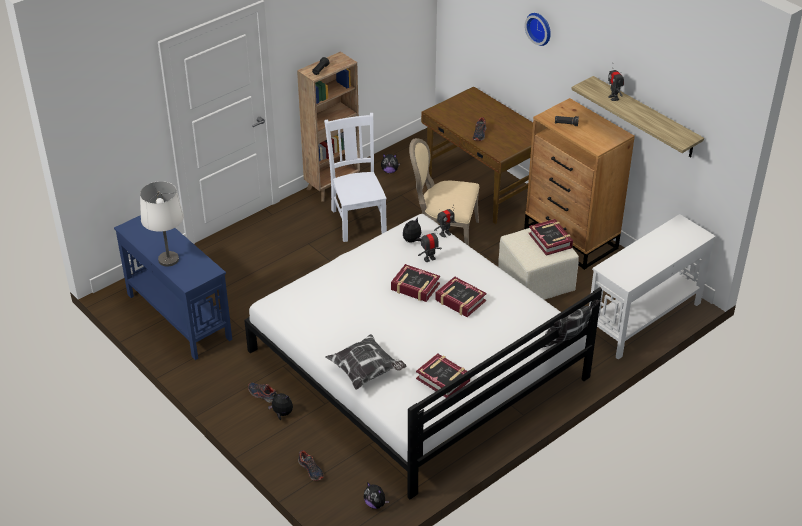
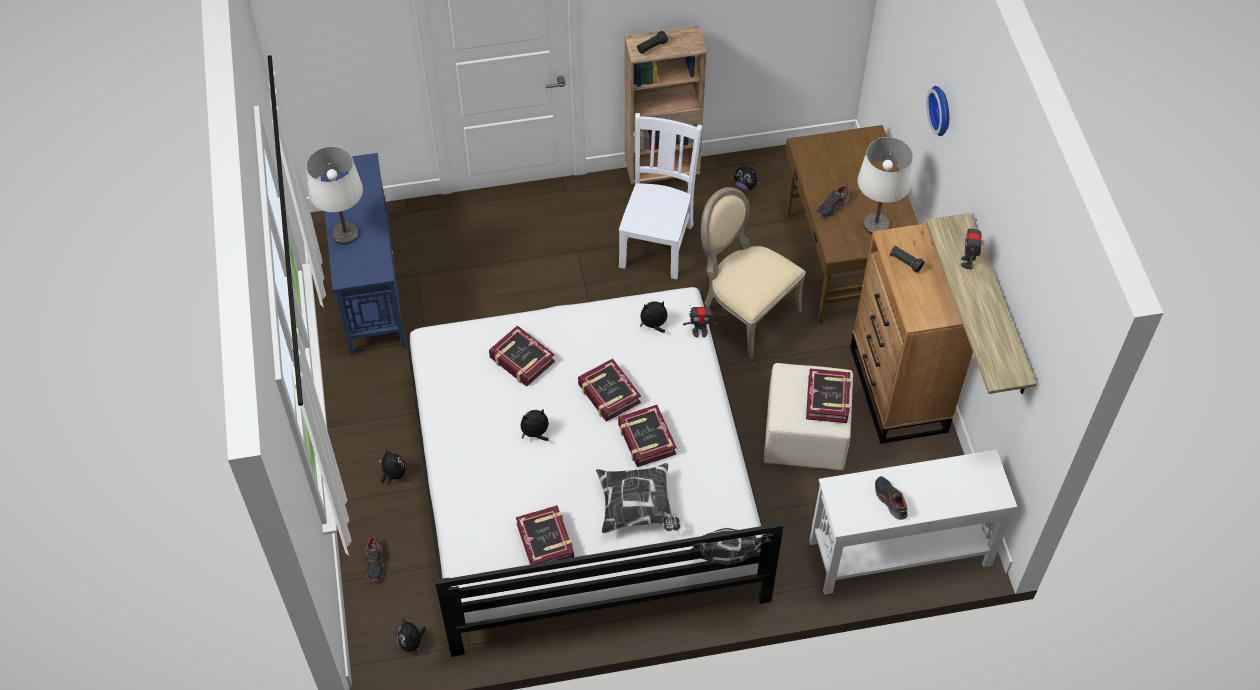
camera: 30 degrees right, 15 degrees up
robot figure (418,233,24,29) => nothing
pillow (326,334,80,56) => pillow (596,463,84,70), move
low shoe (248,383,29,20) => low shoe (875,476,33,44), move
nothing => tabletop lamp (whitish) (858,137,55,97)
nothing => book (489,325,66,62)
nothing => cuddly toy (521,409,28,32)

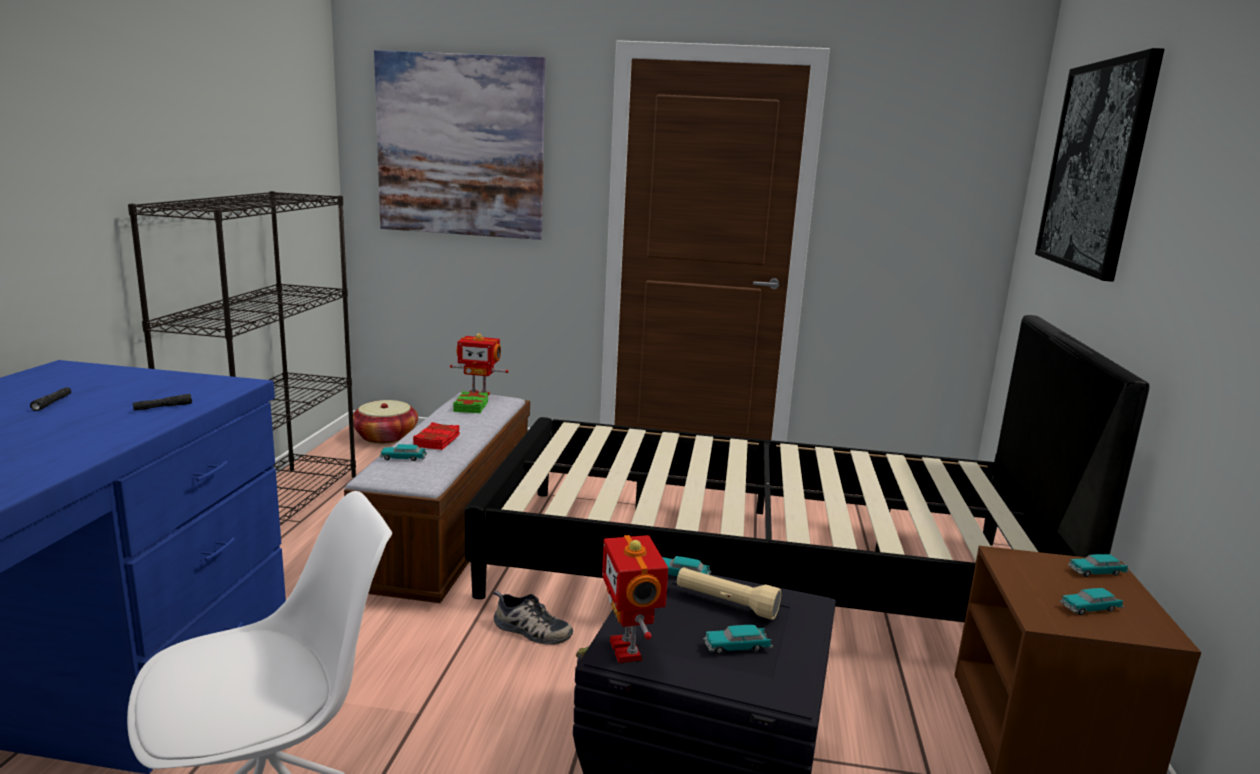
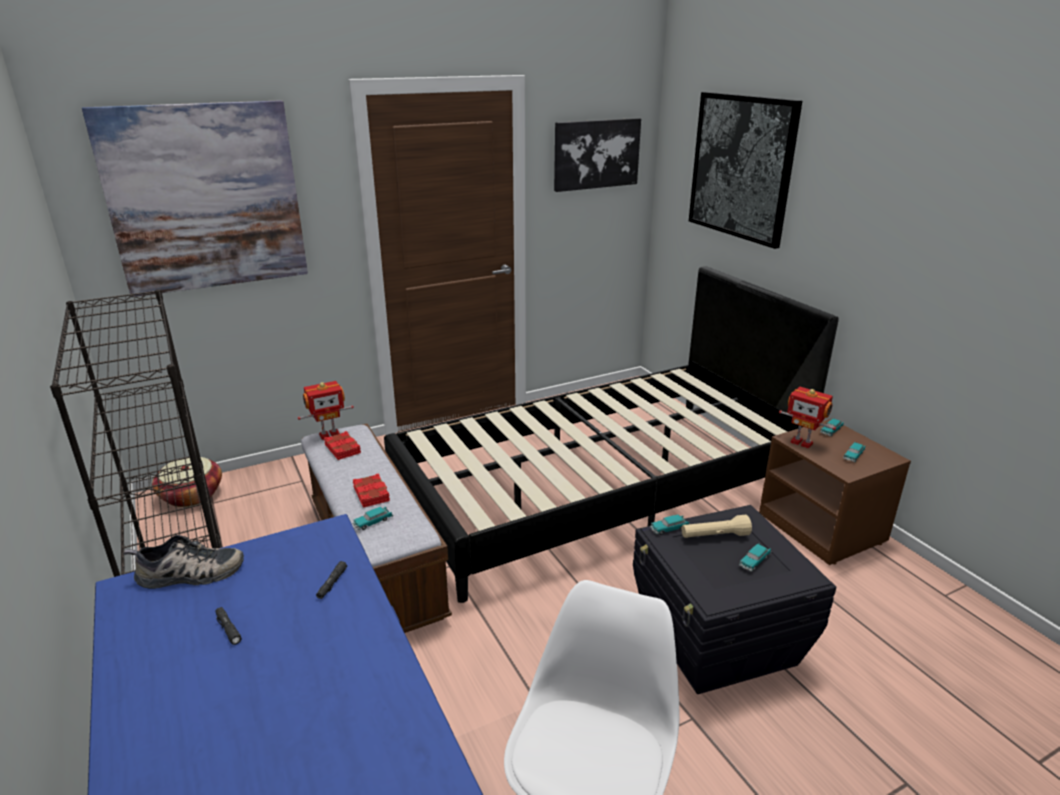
camera: 35 degrees left, 10 degrees up
book (greenish) (453,391,36,22) => book (red-coloured) (324,431,37,29)
robot figure (602,535,66,128) => robot figure (779,387,57,62), move
low shoe (493,591,80,54) => low shoe (123,535,121,54), move
nothing => picture (554,118,87,74)

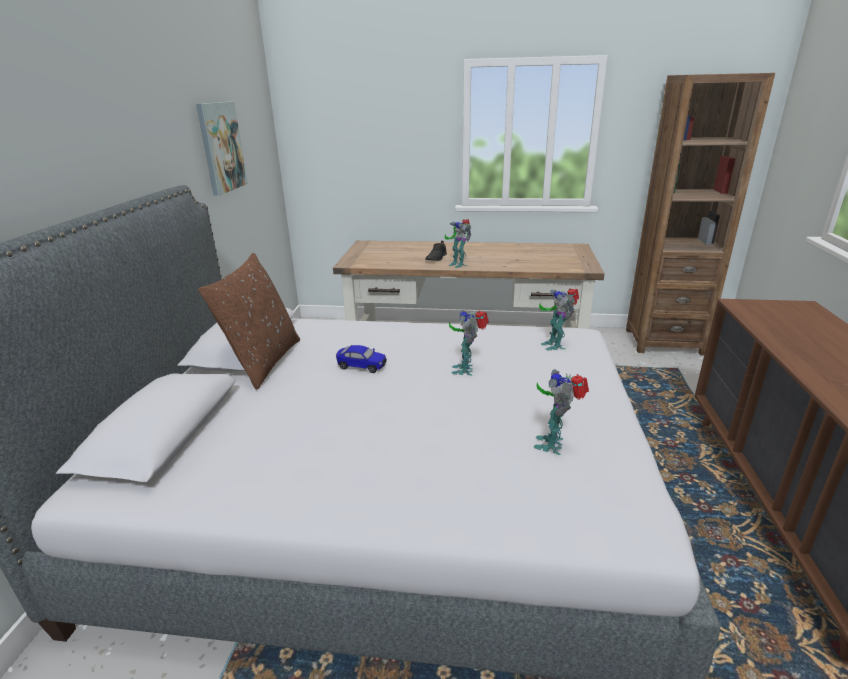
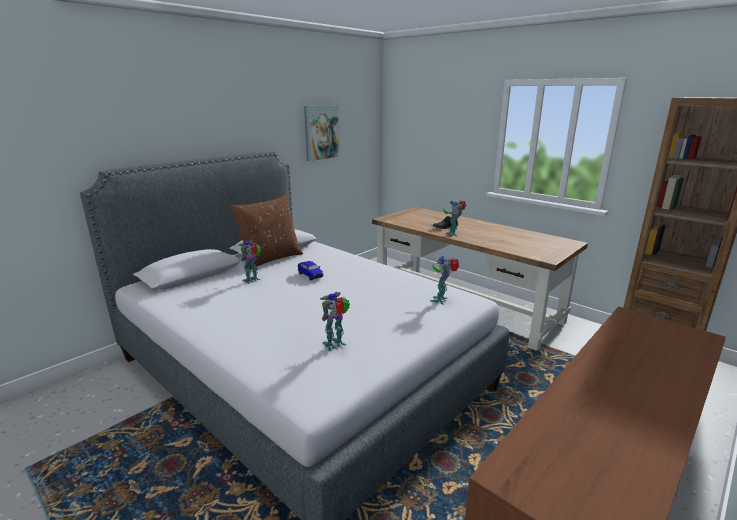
camera: 35 degrees right, 5 degrees down
robot figure (449,310,40,66) => robot figure (238,240,23,44), move

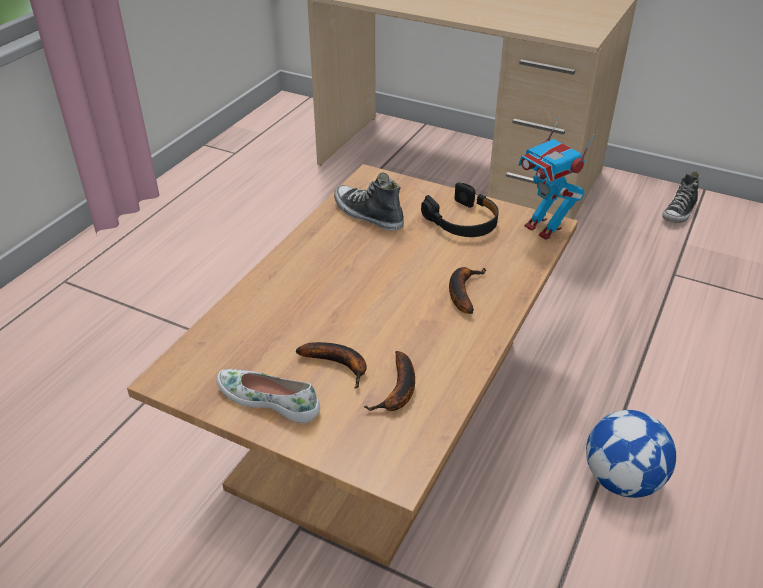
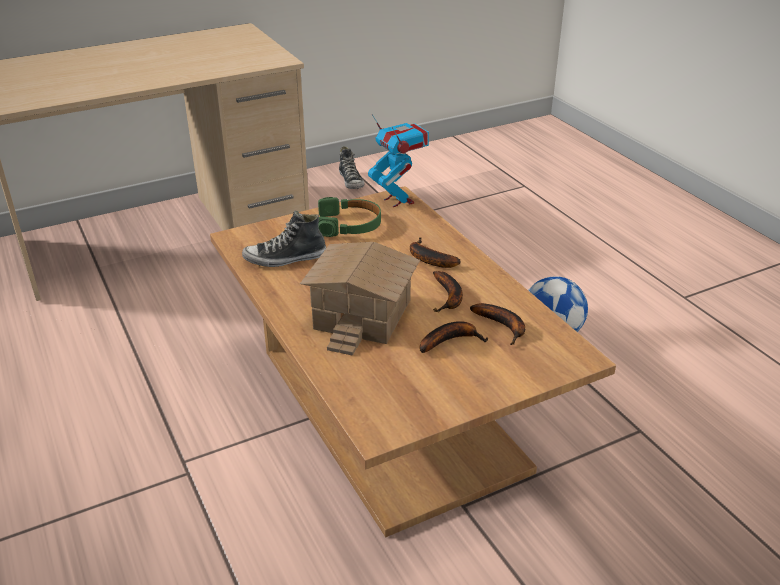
camera: 55 degrees left, 5 degrees down
robot figure (519,117,75,123) => robot figure (368,114,61,93), 120 degrees counterclockwise
pair of headphones (blackish) (421,182,78,55) => pair of headphones (greenish) (318,197,63,40)
low shoe (whitish) (216,369,104,54) => nothing
nothing => model house (300,242,120,114)
nothing => whole banana (433,271,30,41)

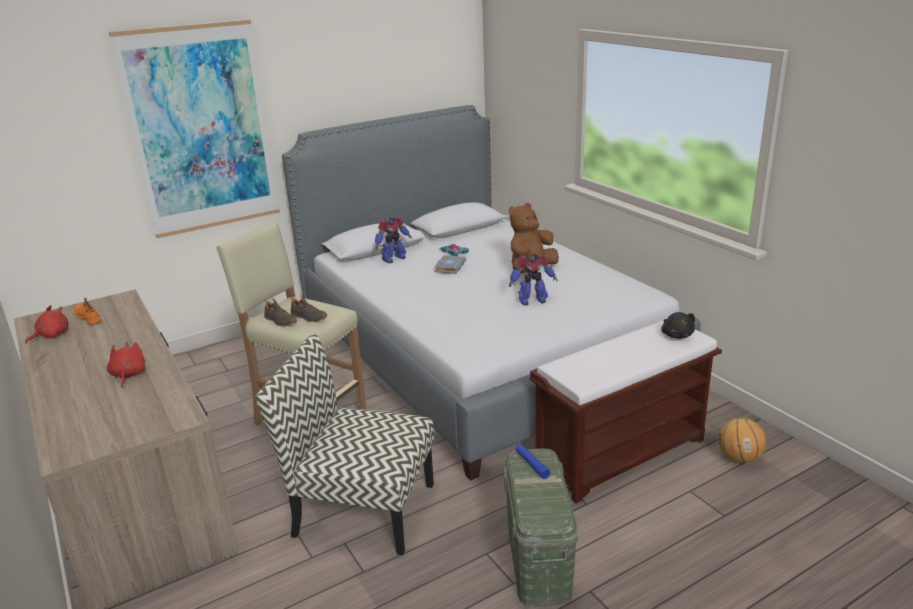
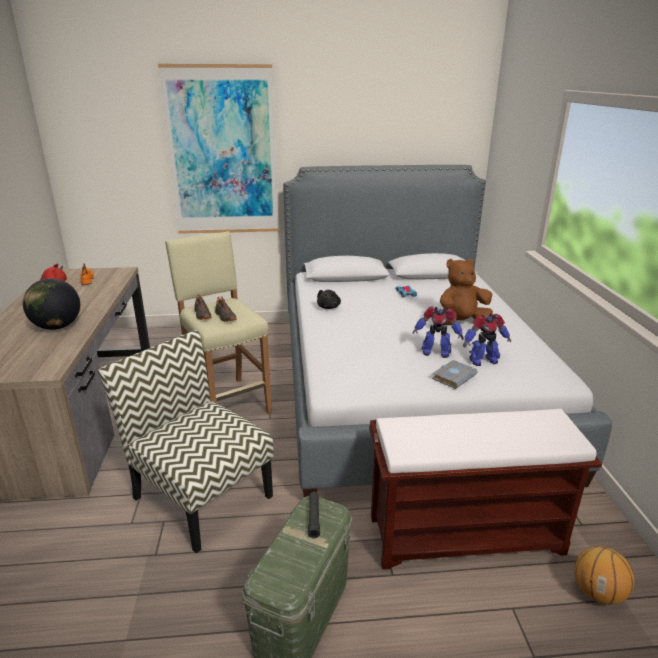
camera: 25 degrees right, 0 degrees up
robot figure (375,217,37,46) => robot figure (463,314,48,52), move
book (gray) (434,255,32,19) => book (gray) (432,360,46,29), move
cuddly toy (blackish) (661,312,34,27) => cuddly toy (blackish) (317,290,24,19), move
cuddly toy (red-coloured) (107,341,38,46) => desk globe (23,278,57,52)
hand torch (bluish) (516,444,35,35) => hand torch (blackish) (308,492,12,46)

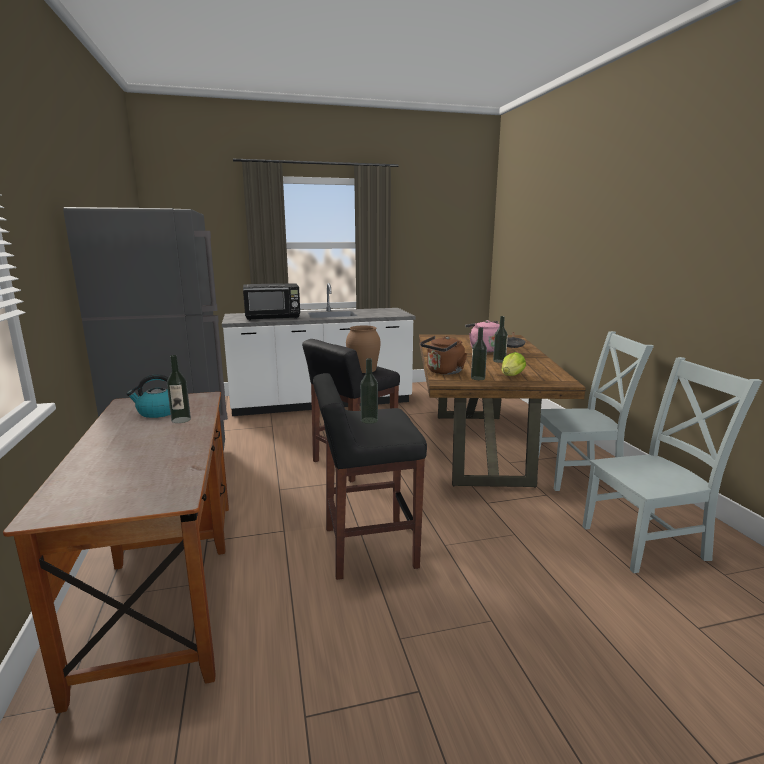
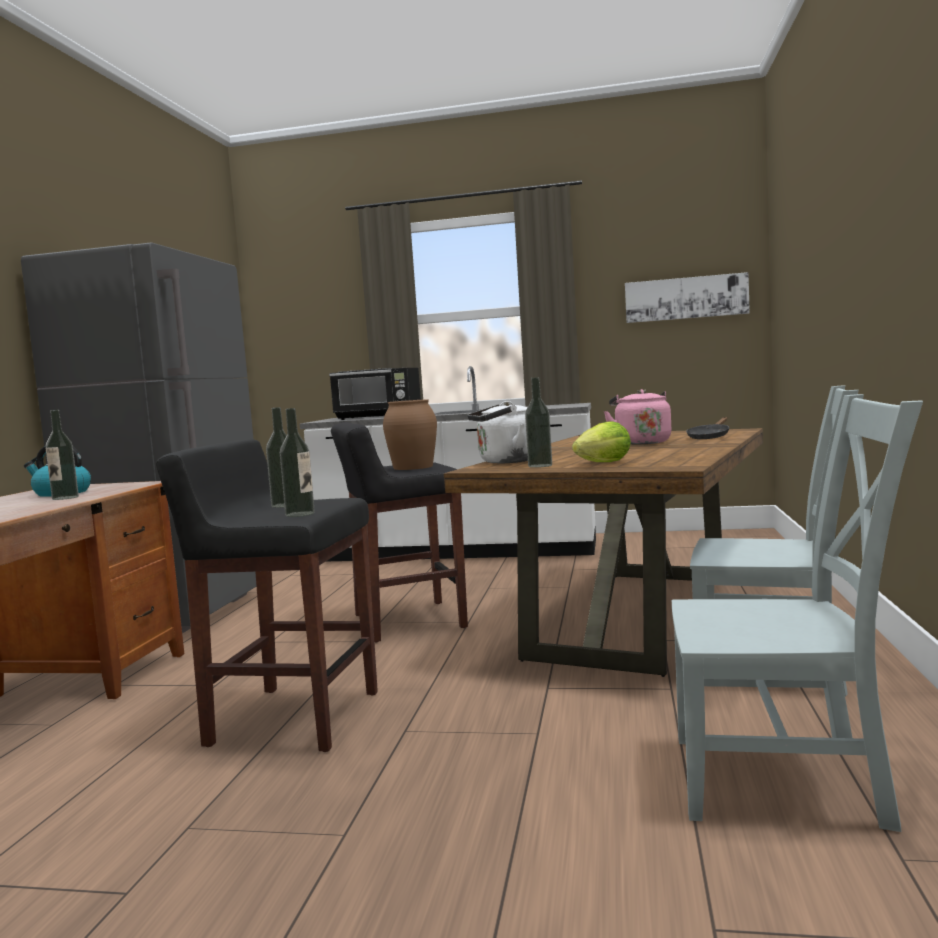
camera: 25 degrees right, 10 degrees down
beverage bottle (493,316,15,47) => beverage bottle (280,408,35,109), move
tea kettle (brown) (420,336,47,38) => tea kettle (whitish) (468,401,60,62)
nothing => picture (625,272,125,51)

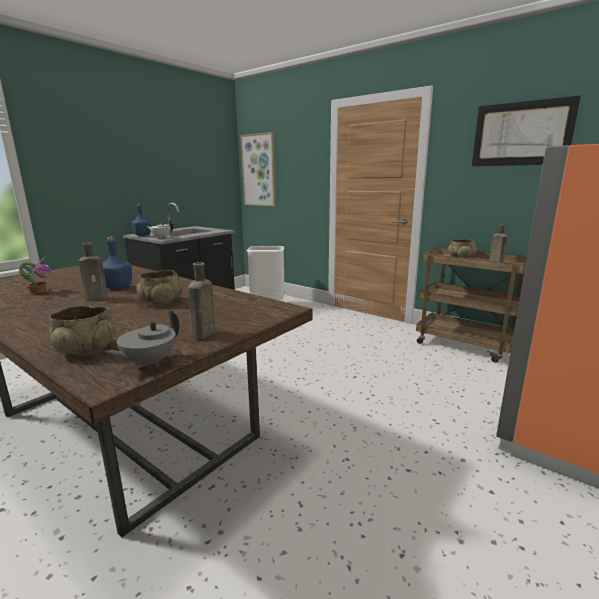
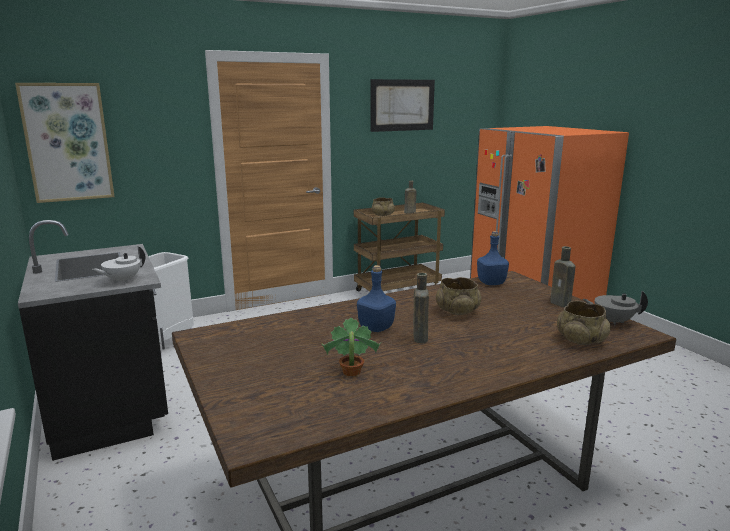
camera: 65 degrees left, 0 degrees up
beverage bottle (bluish) (131,203,20,33) => beverage bottle (bluish) (477,231,32,54), move
pot for tea (gray) (105,310,74,59) => pot for tea (gray) (583,291,65,35), 135 degrees clockwise

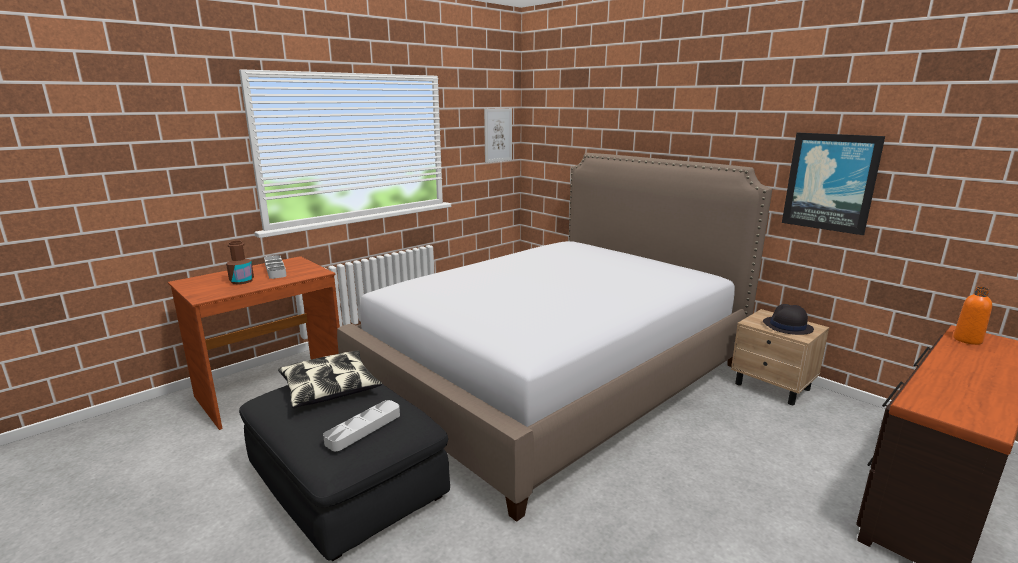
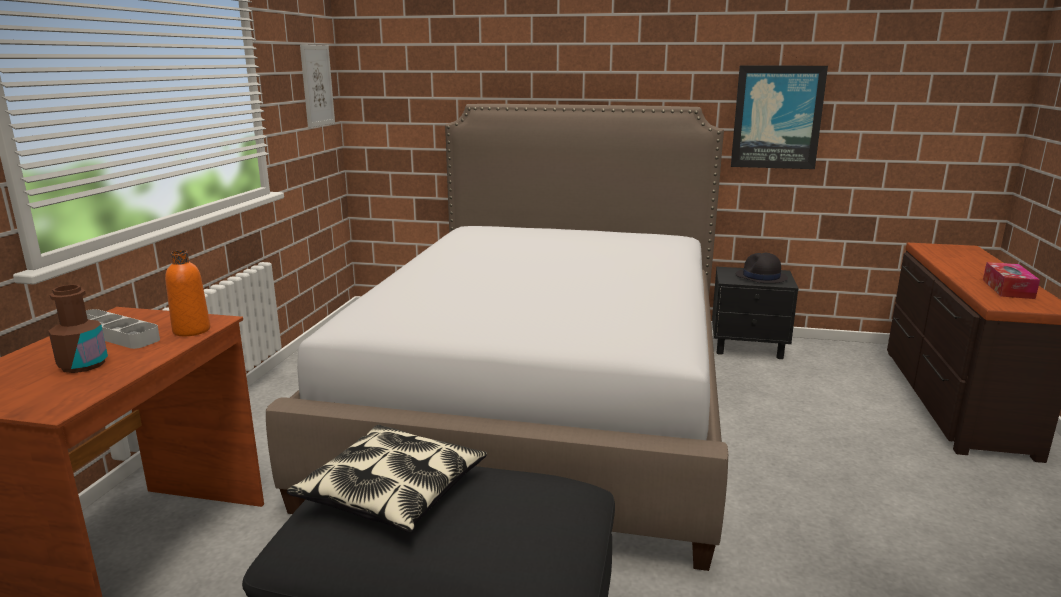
camera: 35 degrees left, 0 degrees up
beverage bottle (orangey) (953,287,39,58) => beverage bottle (orangey) (165,250,45,86), move
nightstand (sand-coloured) (731,309,98,96) => nightstand (blackish) (712,267,87,92)
tray (gray) (323,400,77,51) => nothing
nothing => box of tissues (983,262,57,37)

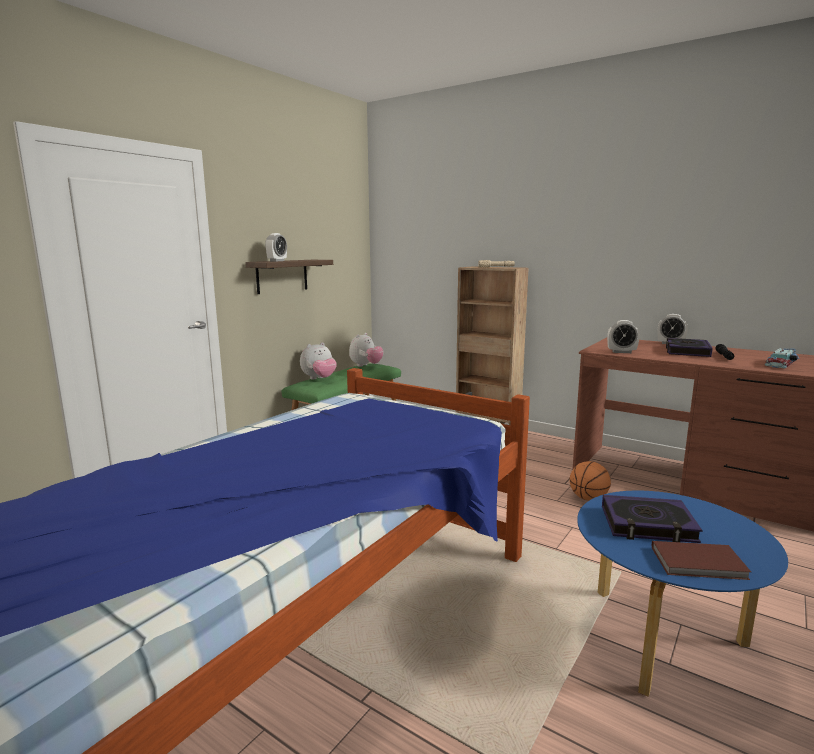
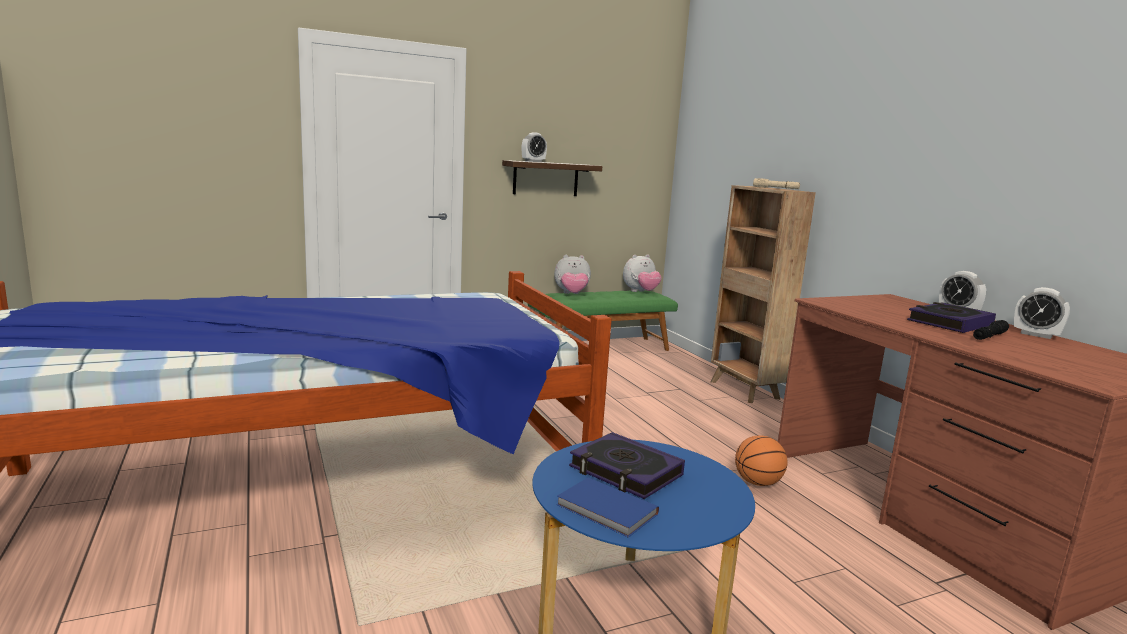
camera: 30 degrees right, 0 degrees up
table clock (607,320,33,33) => table clock (1014,287,56,52), move
miniature car (765,348,35,20) => nothing
book (brown) (652,541,99,39) => book (bluish) (556,478,103,60)

